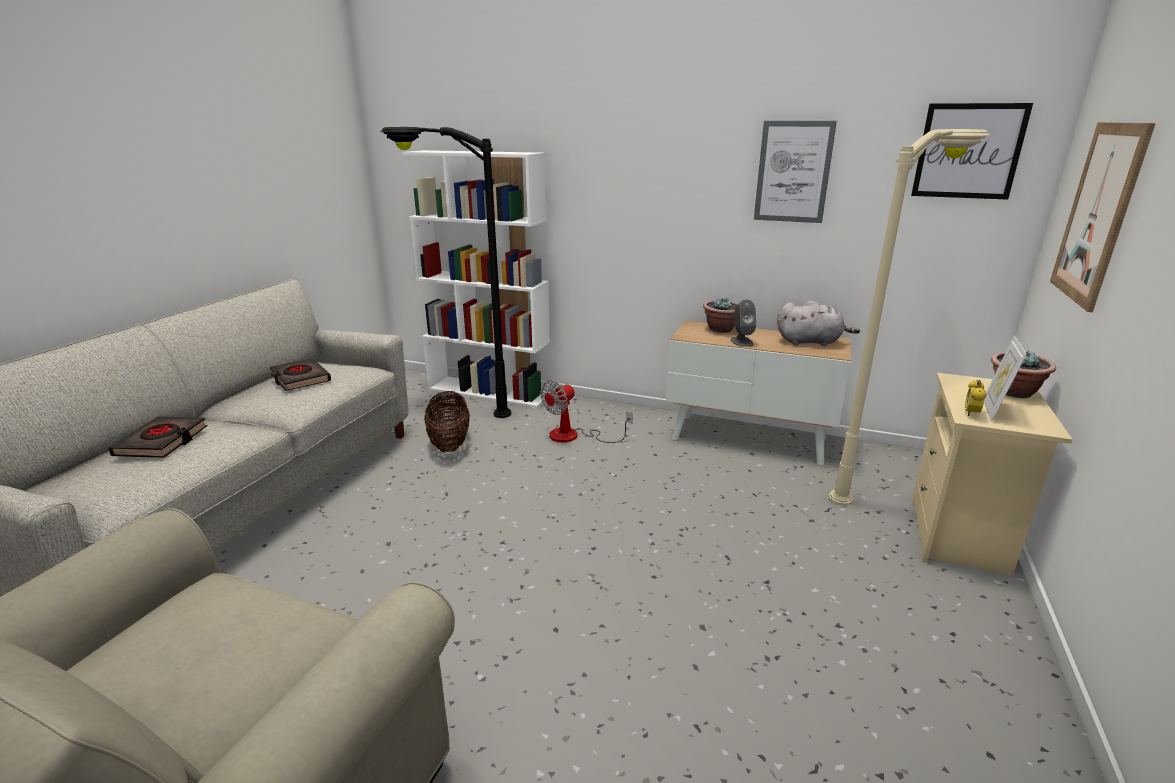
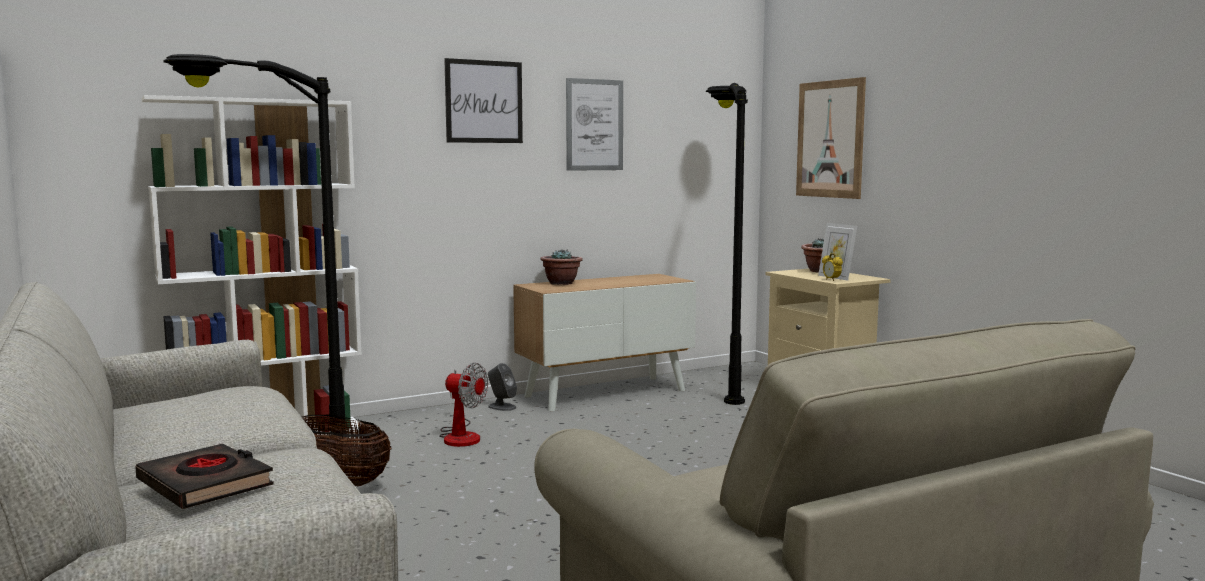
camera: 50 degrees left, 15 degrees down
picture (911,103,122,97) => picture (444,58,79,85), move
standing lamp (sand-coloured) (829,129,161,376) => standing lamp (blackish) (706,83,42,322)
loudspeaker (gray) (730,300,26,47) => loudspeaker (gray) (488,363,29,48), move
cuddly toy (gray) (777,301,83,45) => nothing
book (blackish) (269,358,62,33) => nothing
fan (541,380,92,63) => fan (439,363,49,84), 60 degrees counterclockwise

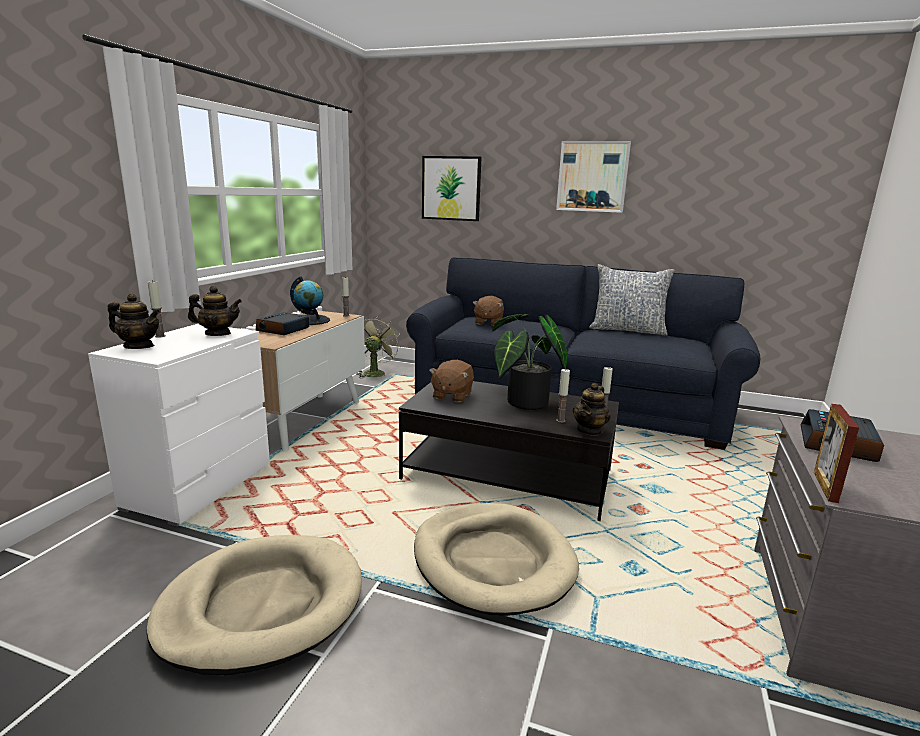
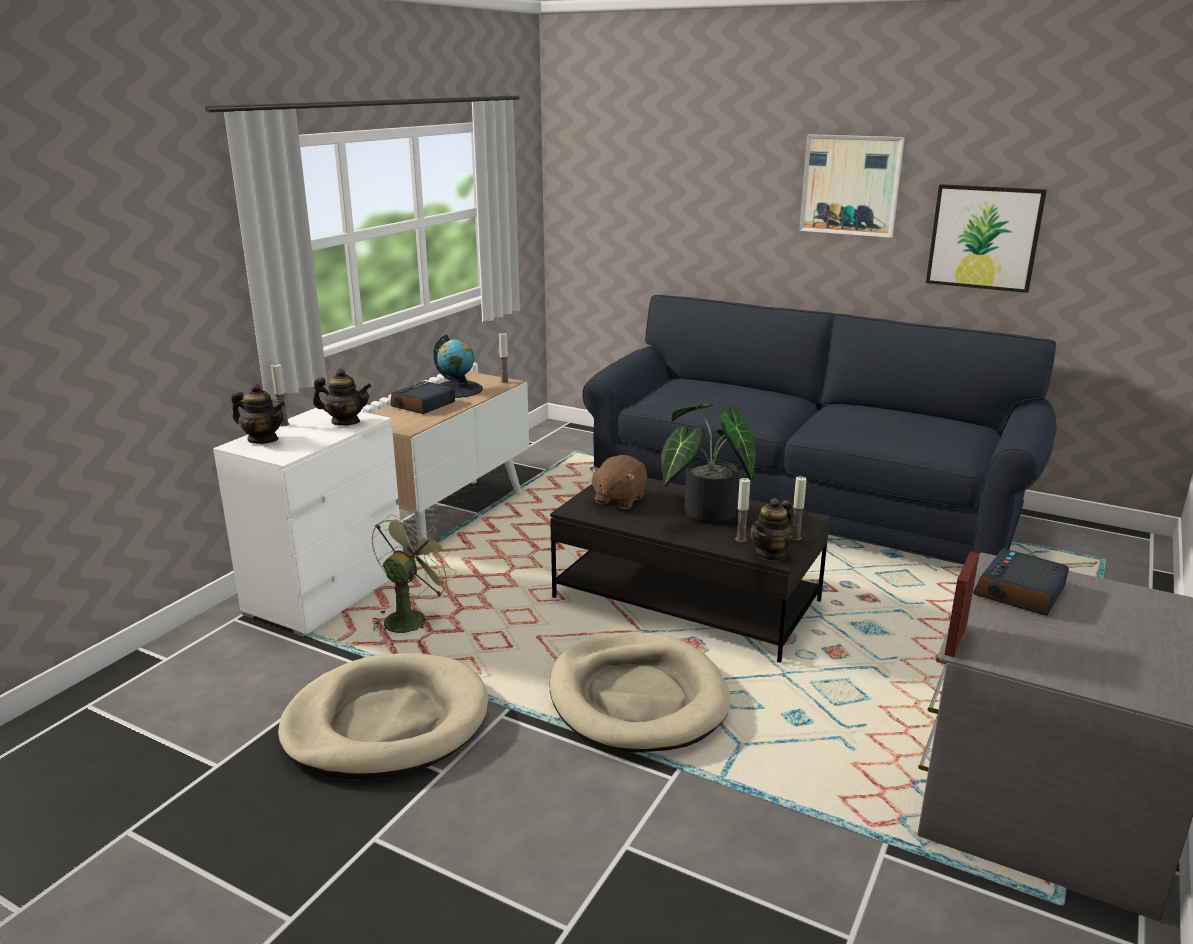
camera: 10 degrees right, 5 degrees up
picture (422,156,60,65) => picture (926,184,121,109), move
pillow (589,264,86,72) => nothing
cuddly toy (brown) (473,296,31,30) => nothing
fan (greenish) (356,316,45,62) => fan (greenish) (371,513,85,120), move

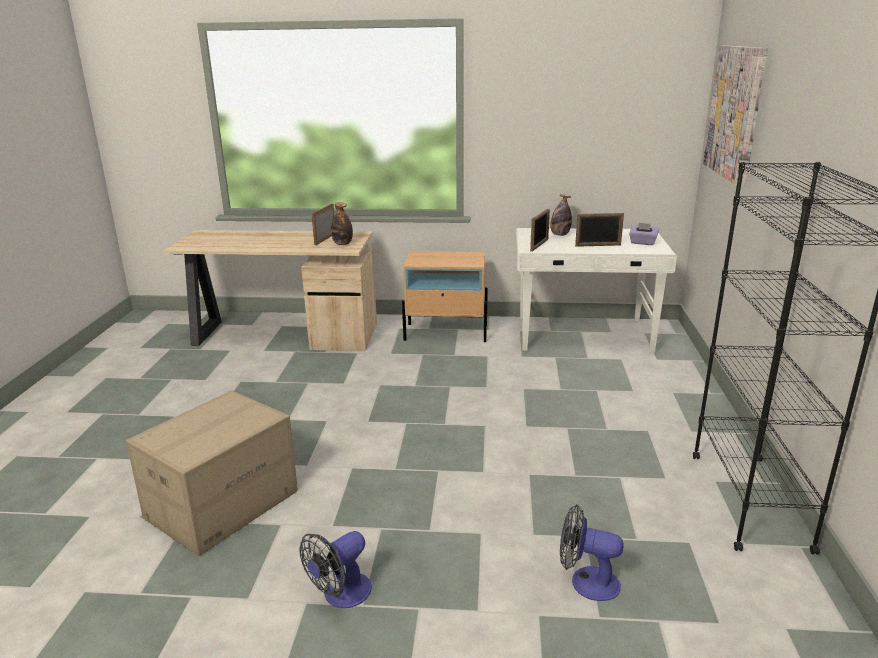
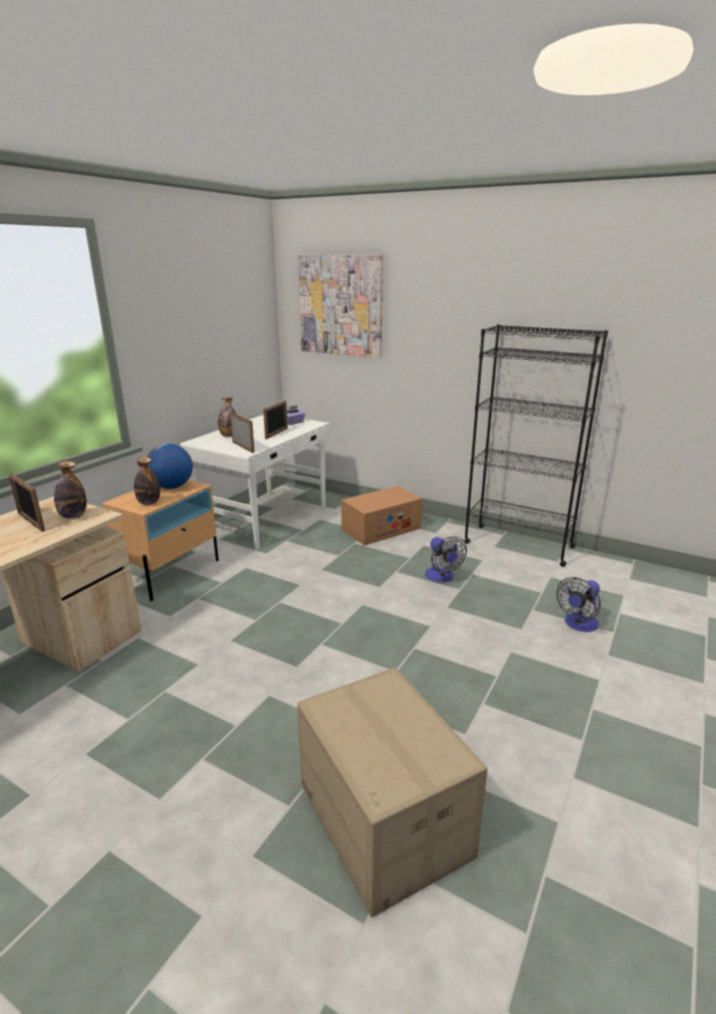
camera: 65 degrees left, 0 degrees up
fan (300,531,72,77) => fan (425,536,42,46), move
nothing => desk globe (147,444,46,45)
nothing => beverage bottle (134,457,26,48)
nothing => carton (341,486,82,60)

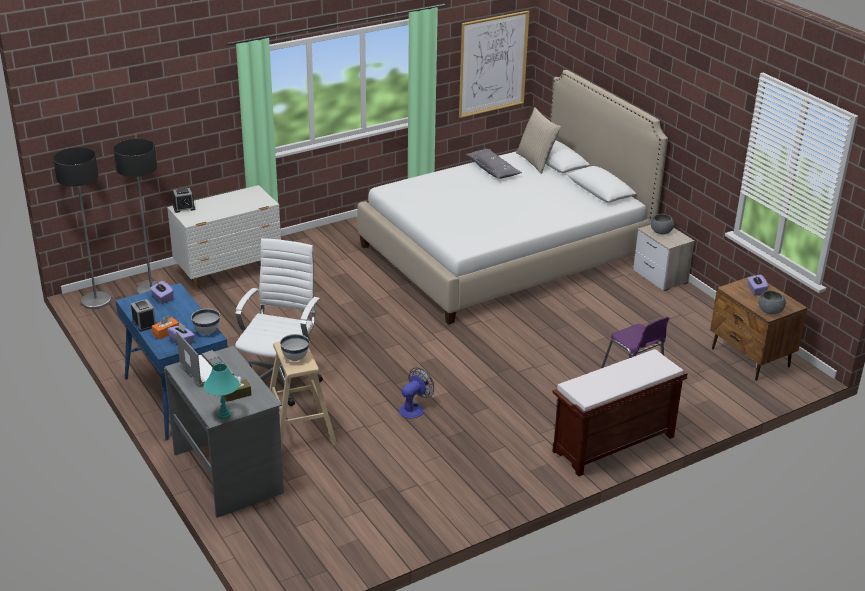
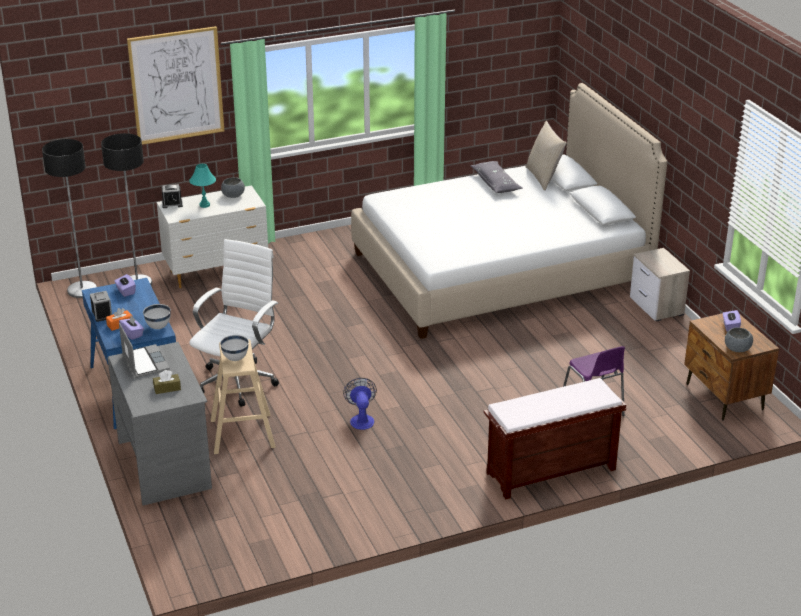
camera: 10 degrees right, 0 degrees up
picture (459,11,70,107) => picture (127,26,97,119), move
serving bowl (gray) (651,214,23,20) => serving bowl (gray) (221,177,24,21), move
tabletop lamp (blue-green) (203,364,37,56) => tabletop lamp (blue-green) (189,164,27,44), move
fan (399,367,35,52) => fan (343,378,34,52), 60 degrees counterclockwise

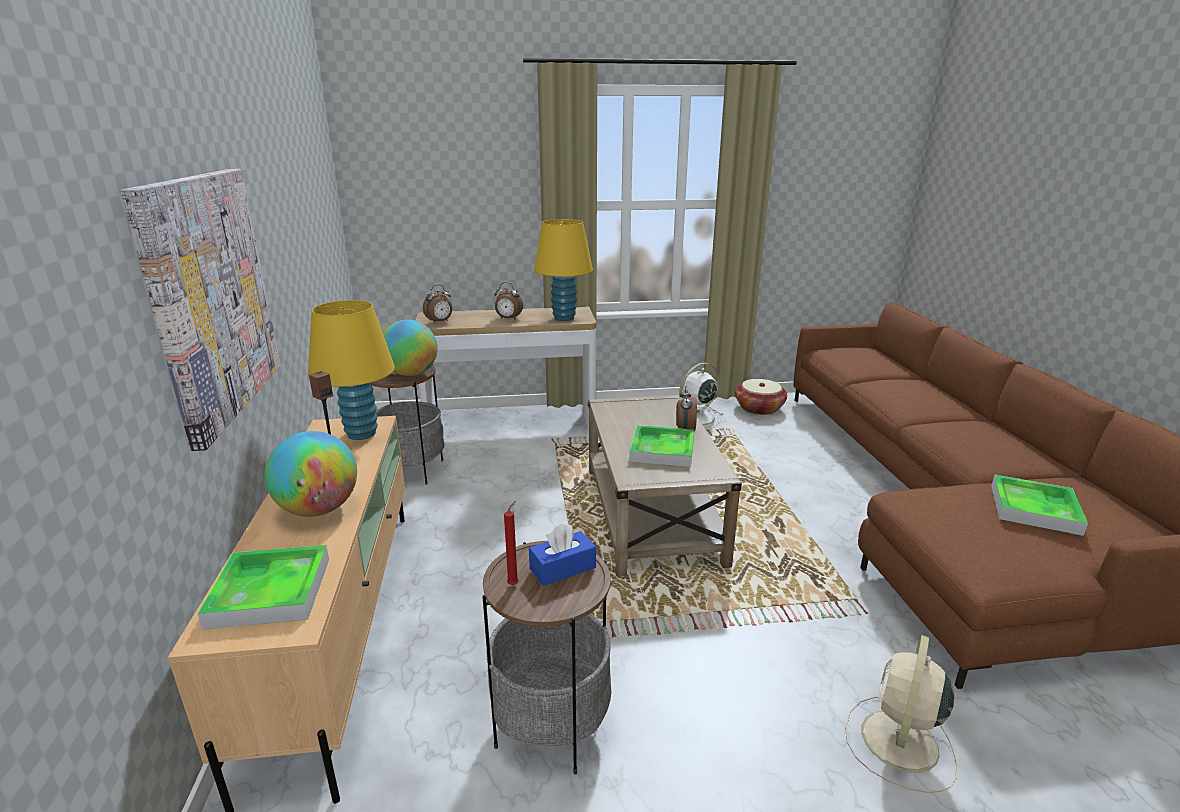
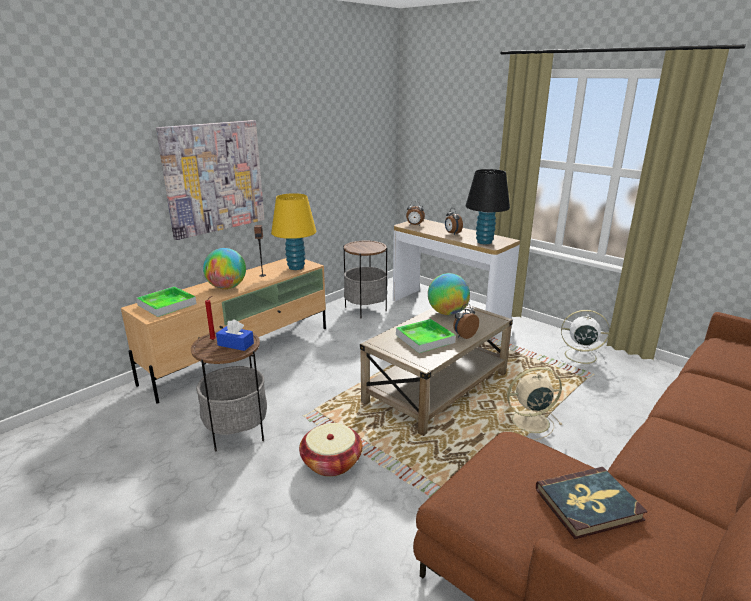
camera: 50 degrees right, 0 degrees up
tabletop lamp (yellowish) (534,219,59,102) => tabletop lamp (blackish) (466,169,44,75)
desk globe (383,320,55,56) => desk globe (428,273,42,42), move
basket (735,379,52,36) => basket (299,423,64,54), move
tray (991,475,97,61) => book (536,467,112,72)
fan (sand-coloured) (845,635,113,158) => fan (sand-coloured) (503,367,59,73), move

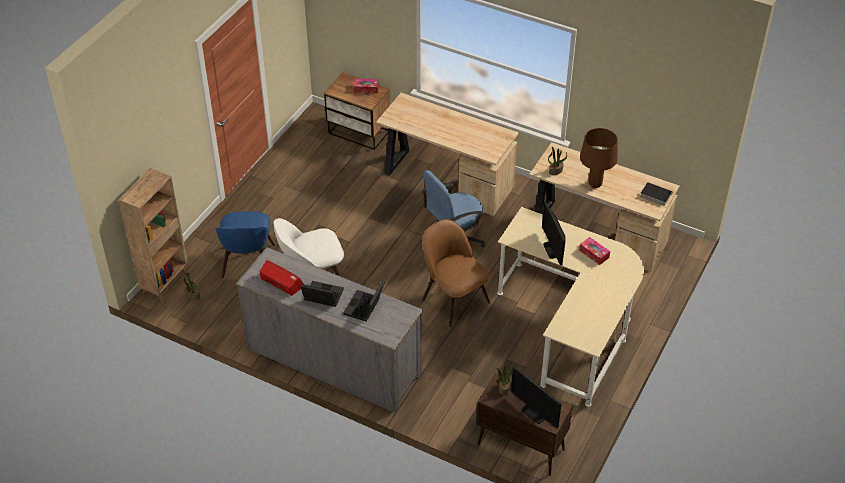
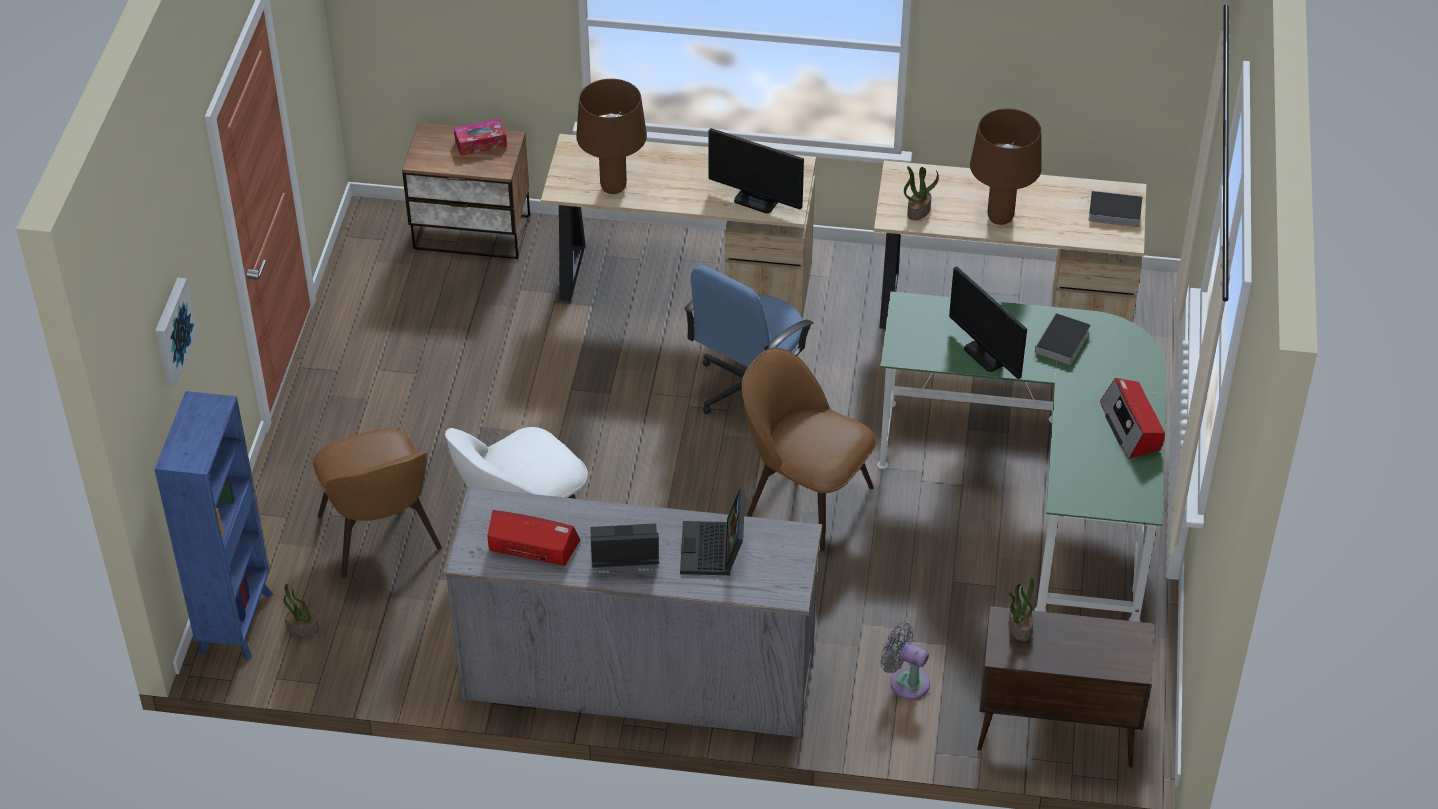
camera: 20 degrees left, 0 degrees up
shelving unit (brown) (119,168,69,135) => shelving unit (bluish) (154,391,119,269)
desk unit (sand-coloured) (497,207,147,200) => desk unit (greenish) (877,292,289,330)
chair (bluish) (215,211,60,67) => chair (brown) (313,428,129,150)
box of tissues (579,237,31,28) => book (1033,313,58,52)
computer display (511,366,50,63) => computer display (708,128,96,85), move
nothing => tabletop lamp (brown) (576,79,71,115)
nothing => picture (155,278,43,109)
nothing => radio set (1100,378,65,81)
nothing => fan (gray) (880,623,50,77)

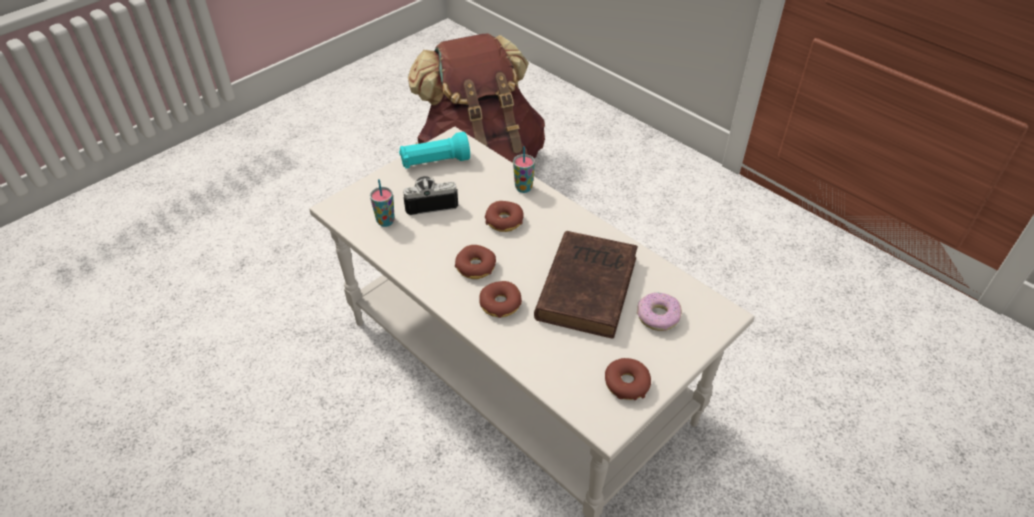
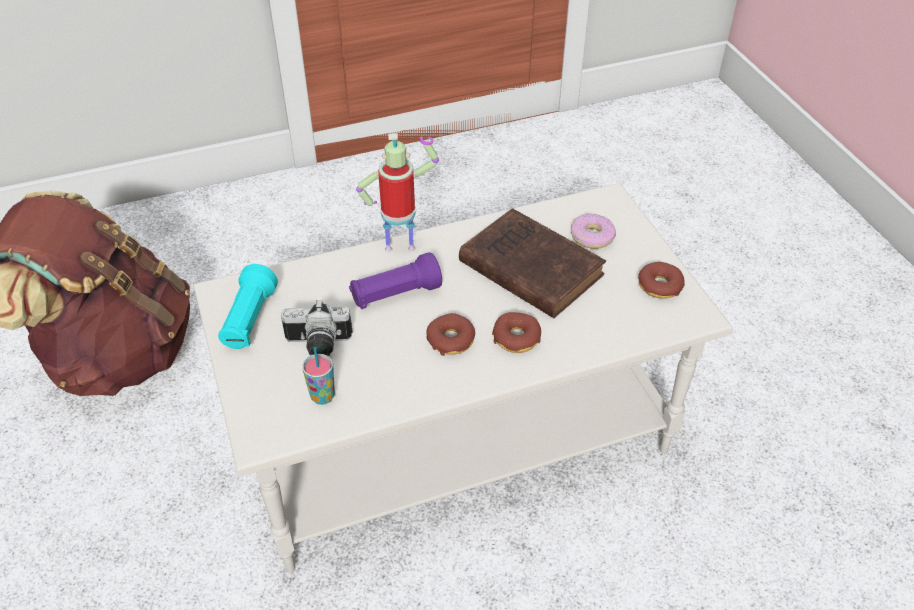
camera: 65 degrees left, 0 degrees up
drinking cup (513,146,22,47) => nothing
still camera (403,176,55,39) => still camera (281,300,72,56), 105 degrees counterclockwise
donut (485,201,39,31) => hand torch (purplish) (349,252,93,57)
nothing => robot figure (356,133,83,119)

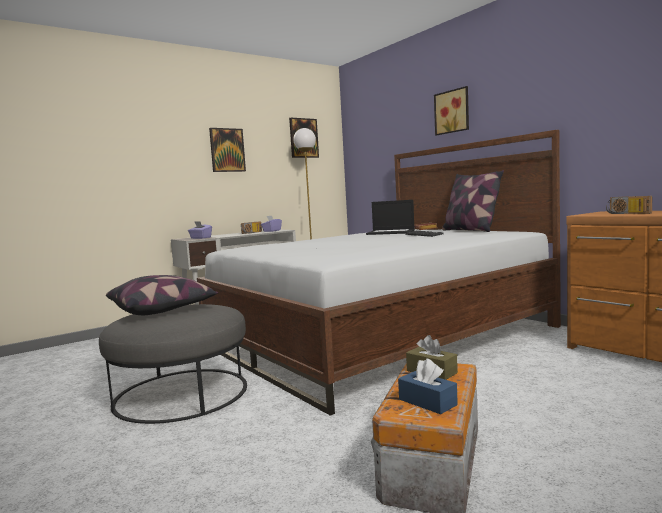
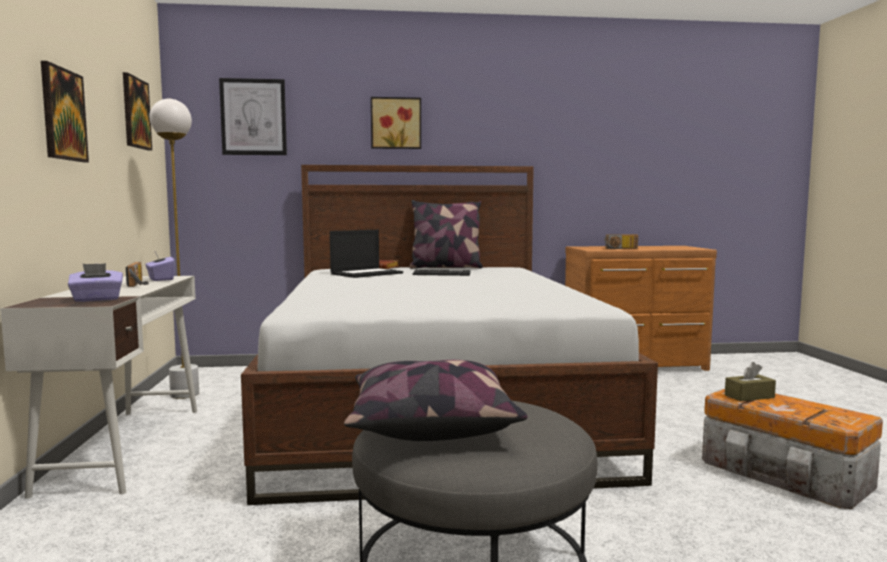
camera: 60 degrees left, 0 degrees up
box of tissues (bluish) (398,358,60,56) => nothing
nothing => picture (219,78,68,77)

